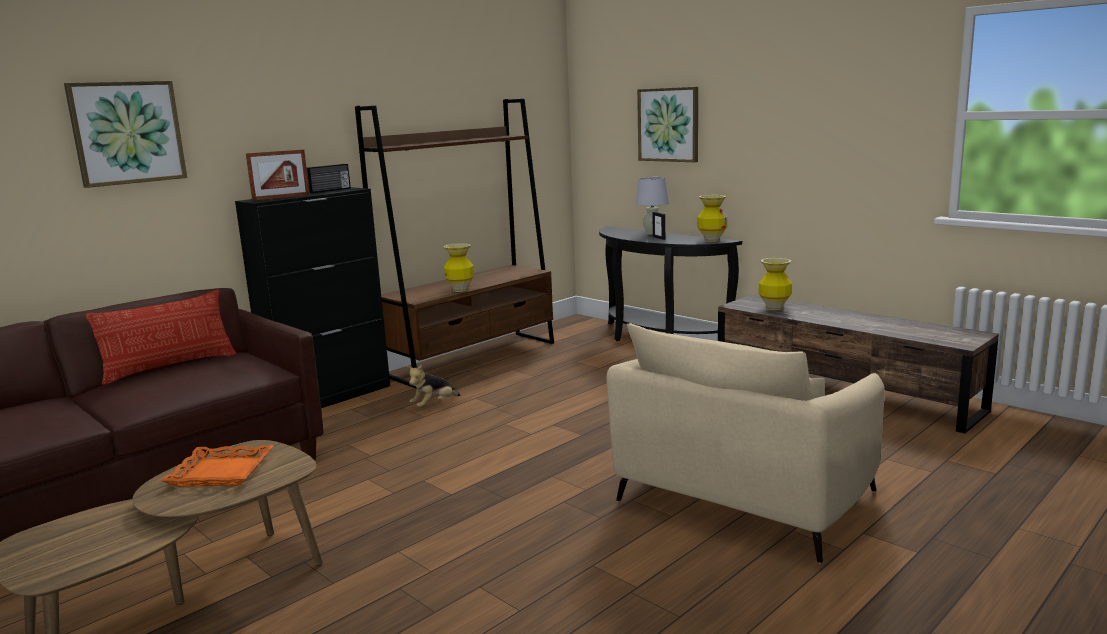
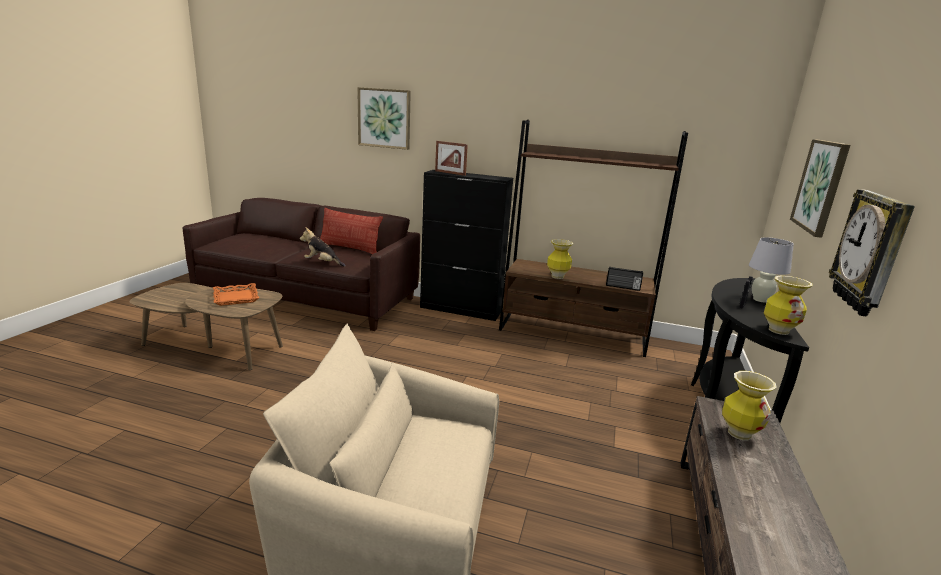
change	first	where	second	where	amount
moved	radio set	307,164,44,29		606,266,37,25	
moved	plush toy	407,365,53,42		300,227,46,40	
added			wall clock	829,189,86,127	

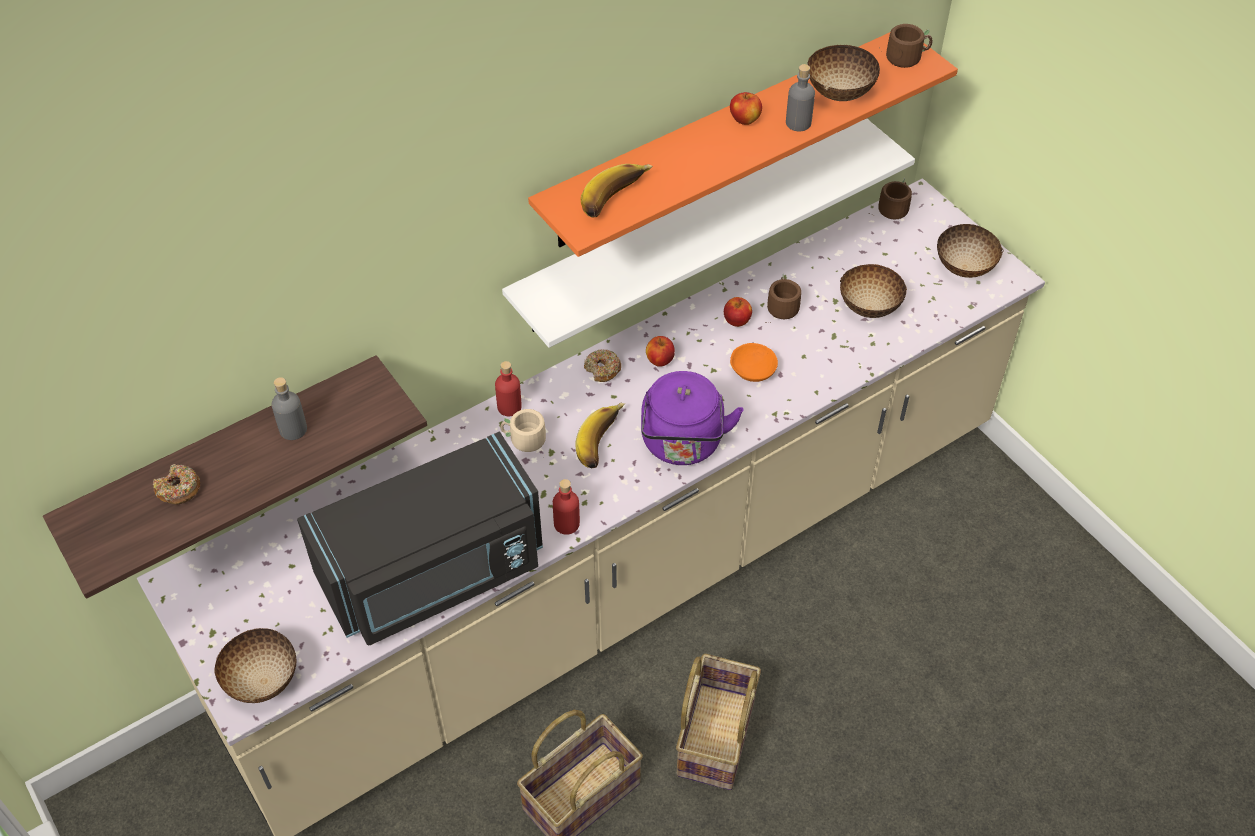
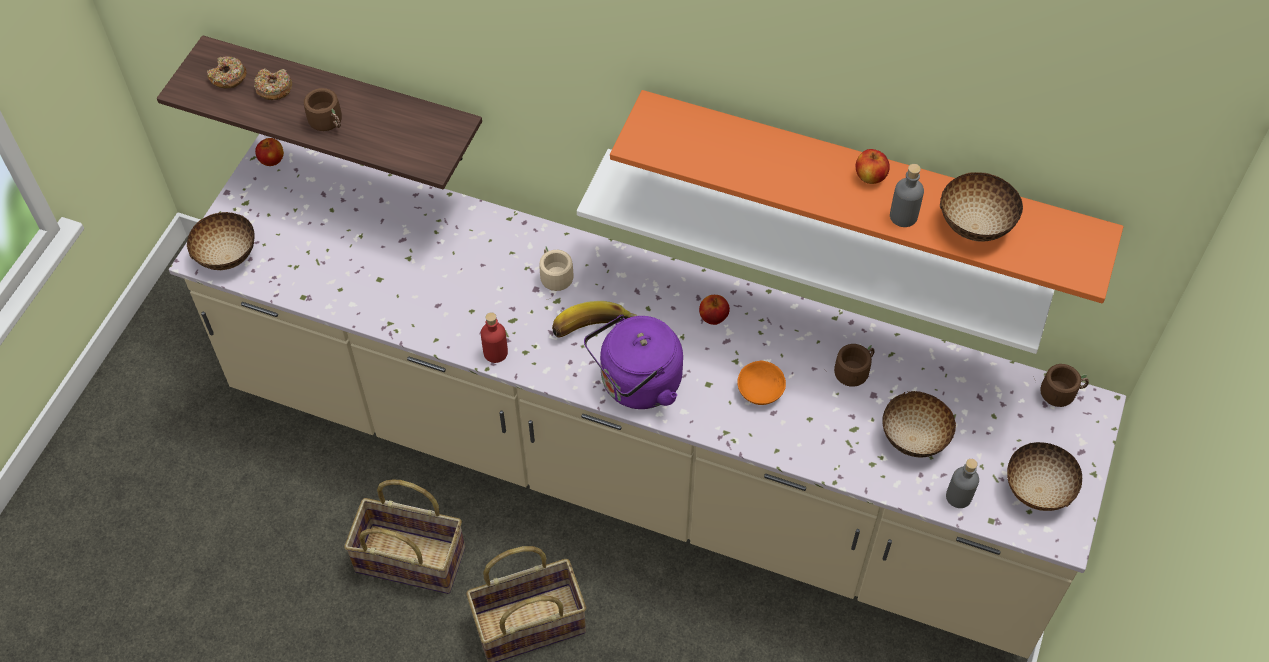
change	first	where	second	where	amount
moved	brownish coffee mug	879,24,53,44		304,88,38,43	
removed	whole banana	581,164,72,54			
moved	apple	724,297,28,30		255,138,29,28	
moved	doughnut	584,350,37,32		207,56,40,33	
removed	red bottle	495,361,27,55			
moved	gray bottle	272,377,35,63		946,459,33,49	
removed	blackish microwave oven	297,432,246,213			

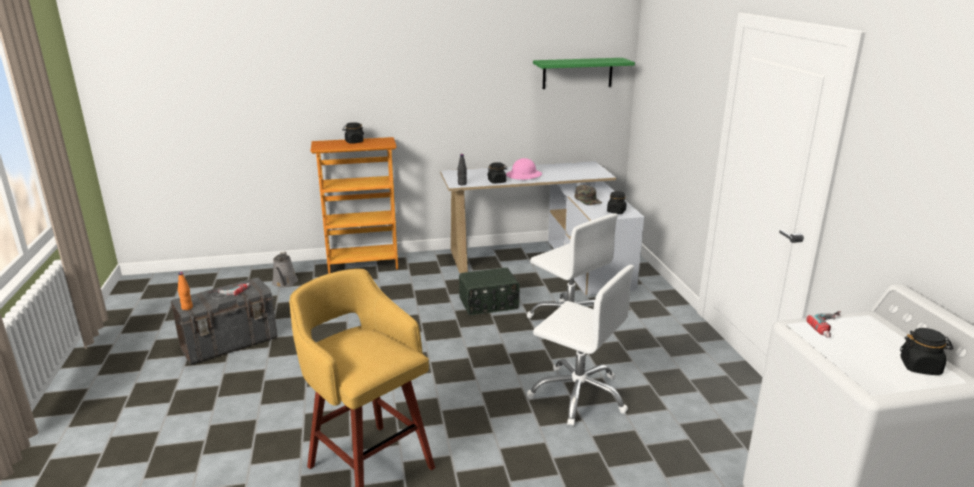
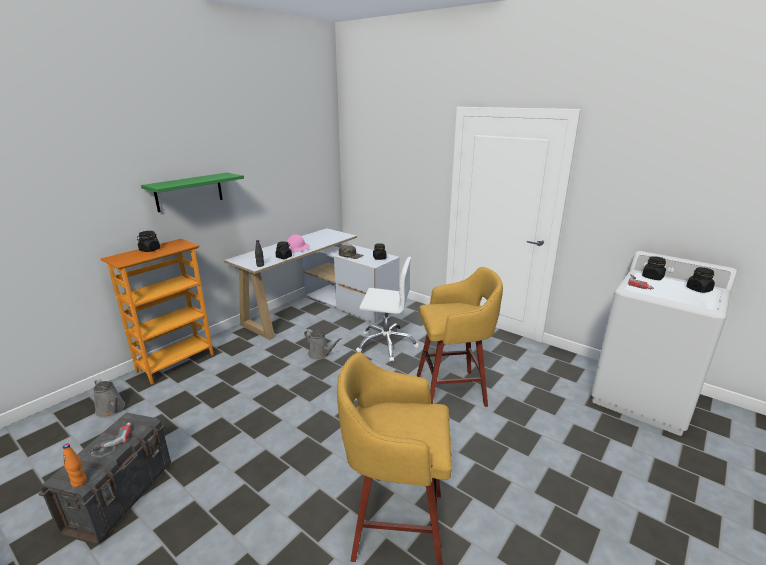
change	first	where	second	where	amount
moved	greenish shelf	533,58,102,31		141,173,103,39	
replaced	white computer chair	527,265,107,162	yellow-coloured stool	417,267,86,140	
replaced	radio set	459,268,61,47	gray watering pot	304,329,38,31	
added			blackish jar	642,256,24,24	

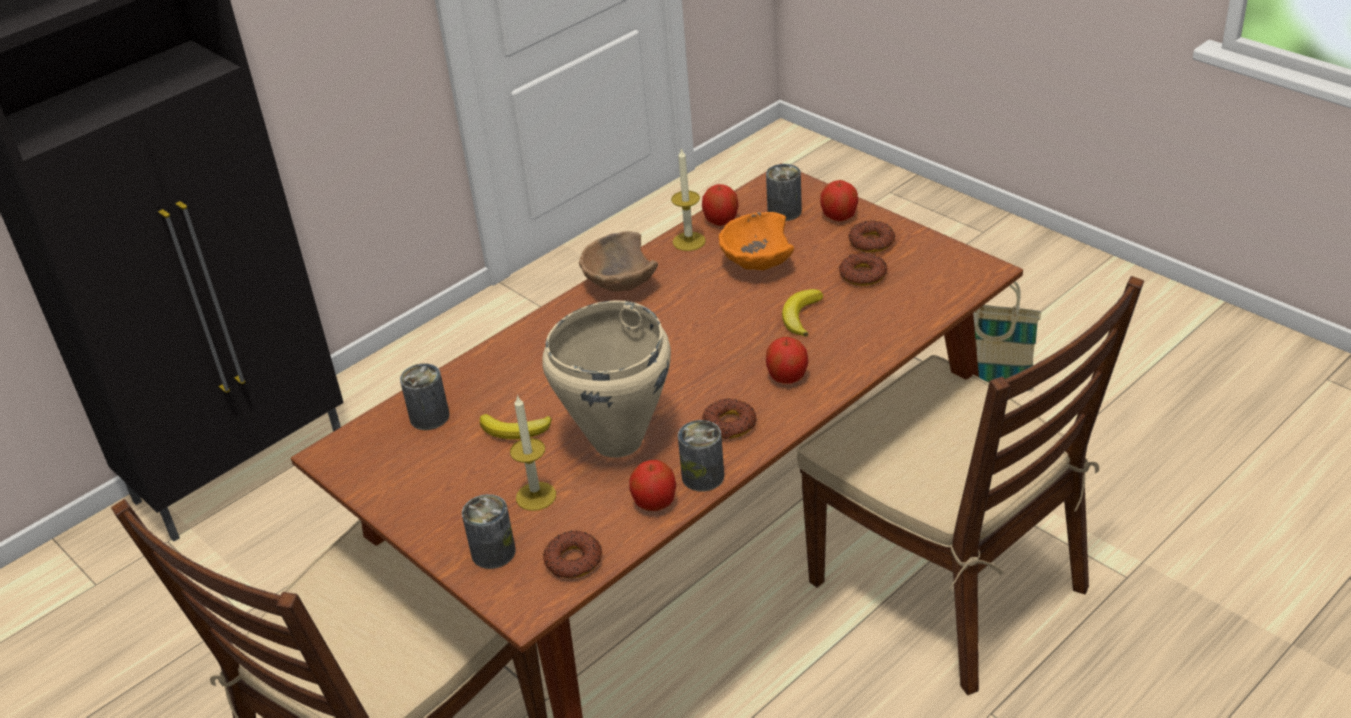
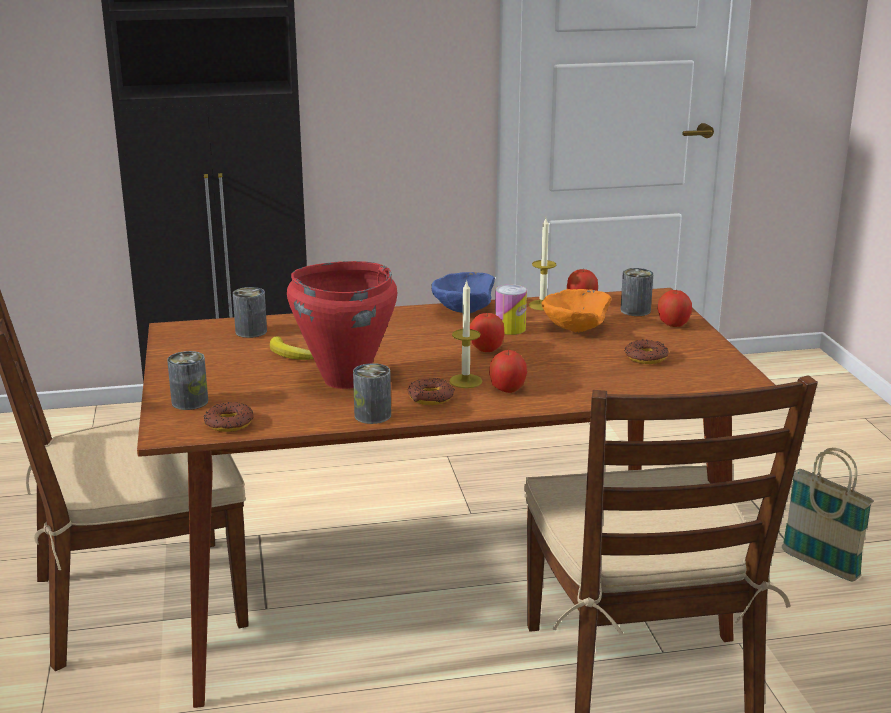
change	first	where	second	where	amount
removed	doughnut	849,221,46,31			
recoloured	brownish deep dish	579,231,79,61	bluish deep dish	431,272,64,41	
removed	whole banana	782,289,41,47			
recoloured	beige-coloured stockpot	542,300,129,158	red stockpot	287,261,110,128	
moved	candle	510,395,46,116		449,280,33,108	
moved	apple	629,460,47,51		470,312,34,40	
added			can	495,284,32,51	

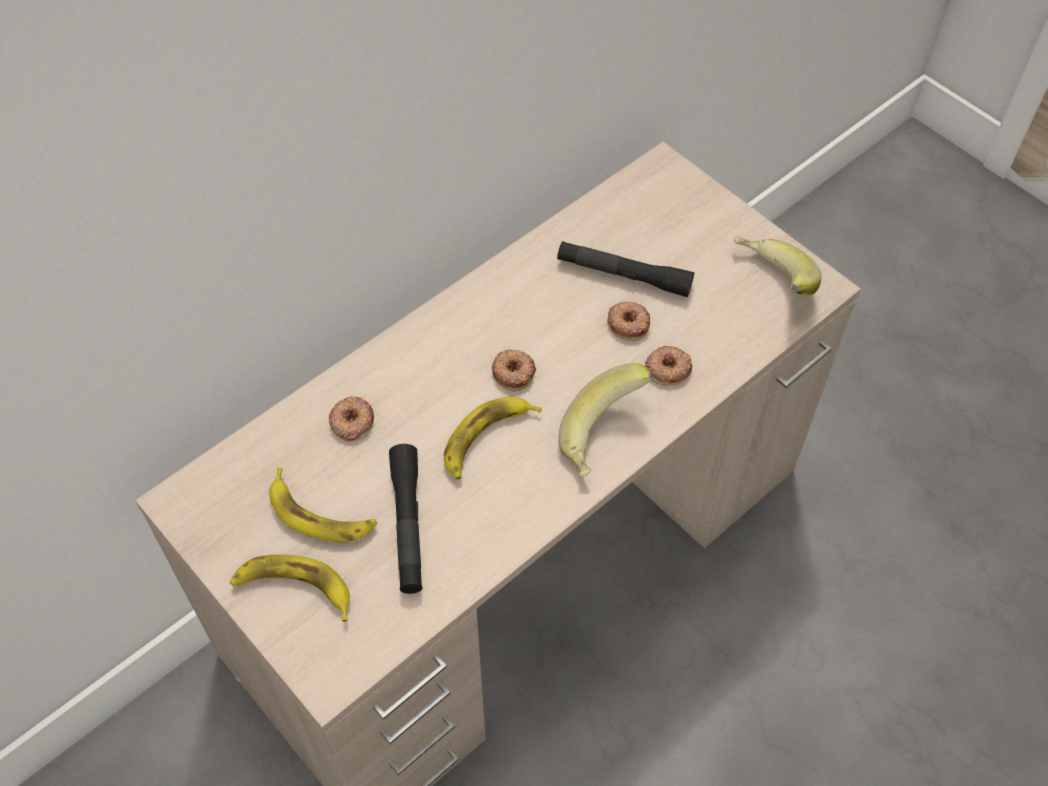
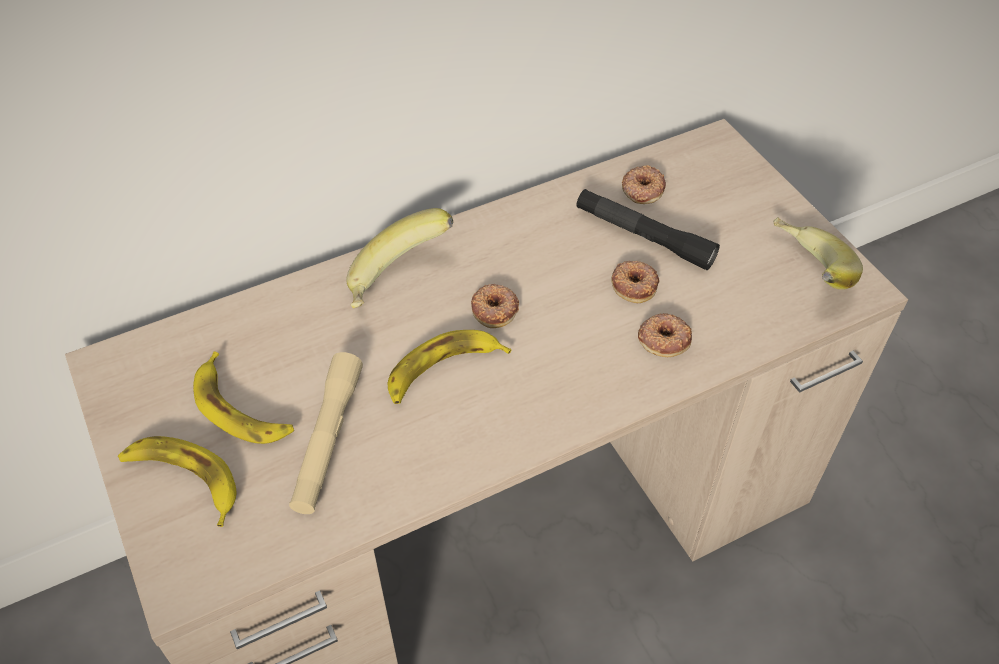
change	first	where	second	where	amount
moved	whole banana	558,363,95,114		346,208,107,101	
moved	doughnut	329,396,45,46		622,165,44,39	
recoloured	blackish hand torch	389,444,33,150	beige-coloured hand torch	289,352,74,162	

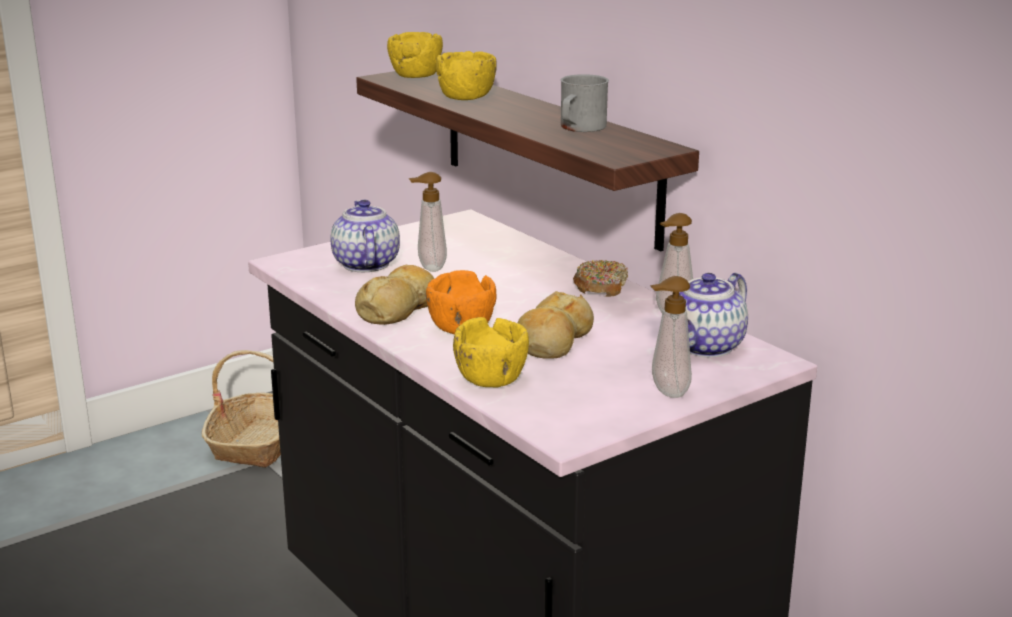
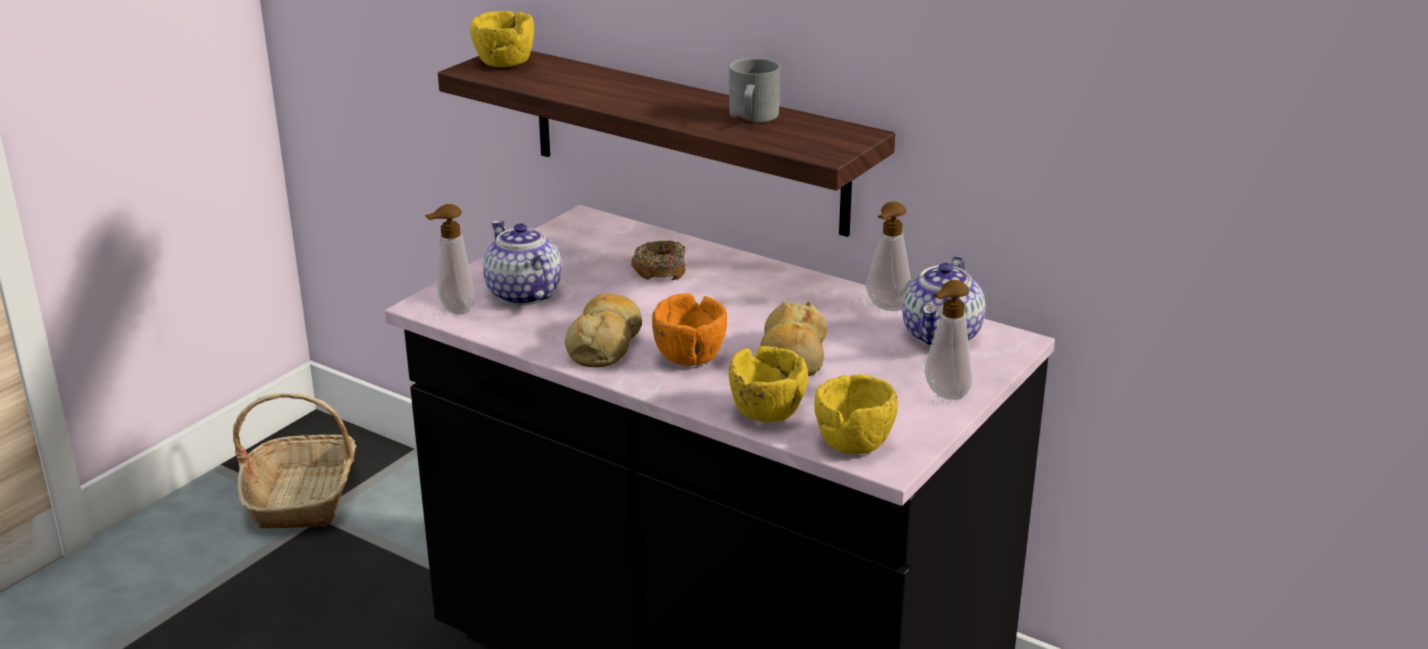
change	first	where	second	where	amount
moved	yellow-coloured deep dish	436,51,61,49		814,374,84,80	
moved	liquid soap bottle	409,172,38,100		425,204,49,111	
moved	doughnut	573,260,55,37		631,240,55,40	

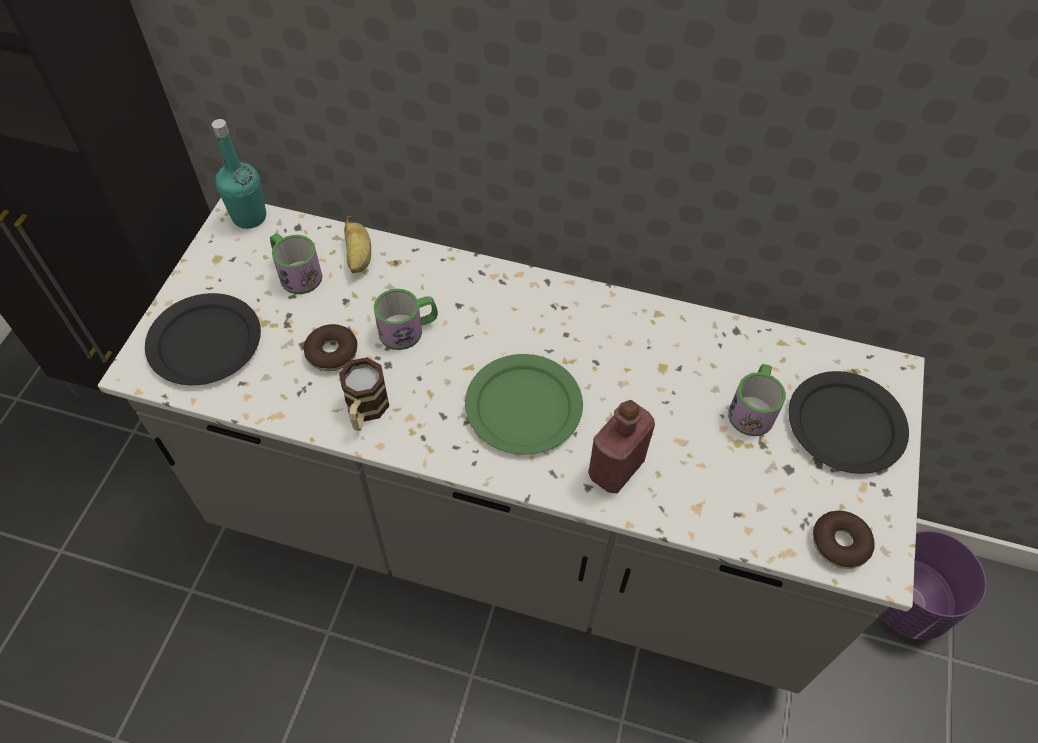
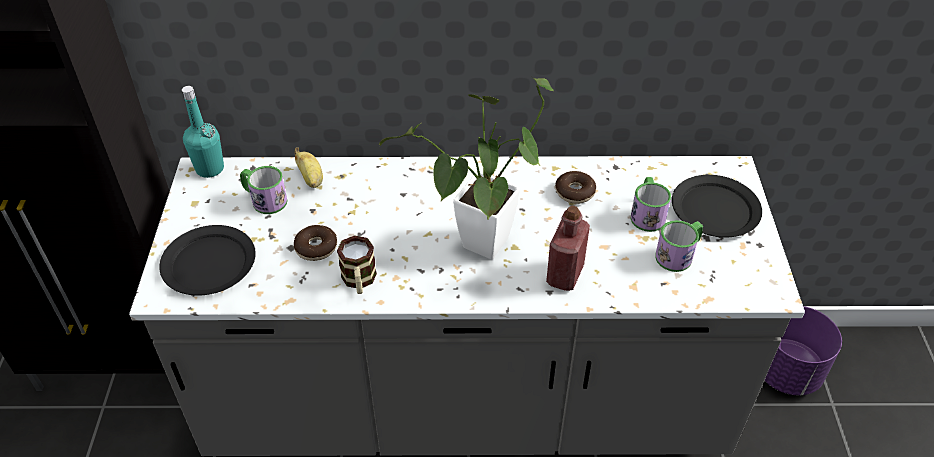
change	first	where	second	where	amount
moved	coffee mug	374,289,64,61		655,220,48,52	
replaced	greenish dinner plate	465,354,118,100	potted plant	379,77,174,182	
moved	doughnut	813,511,62,58		555,171,41,33	

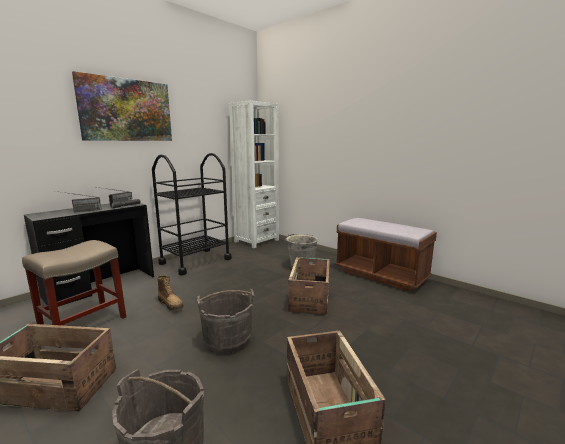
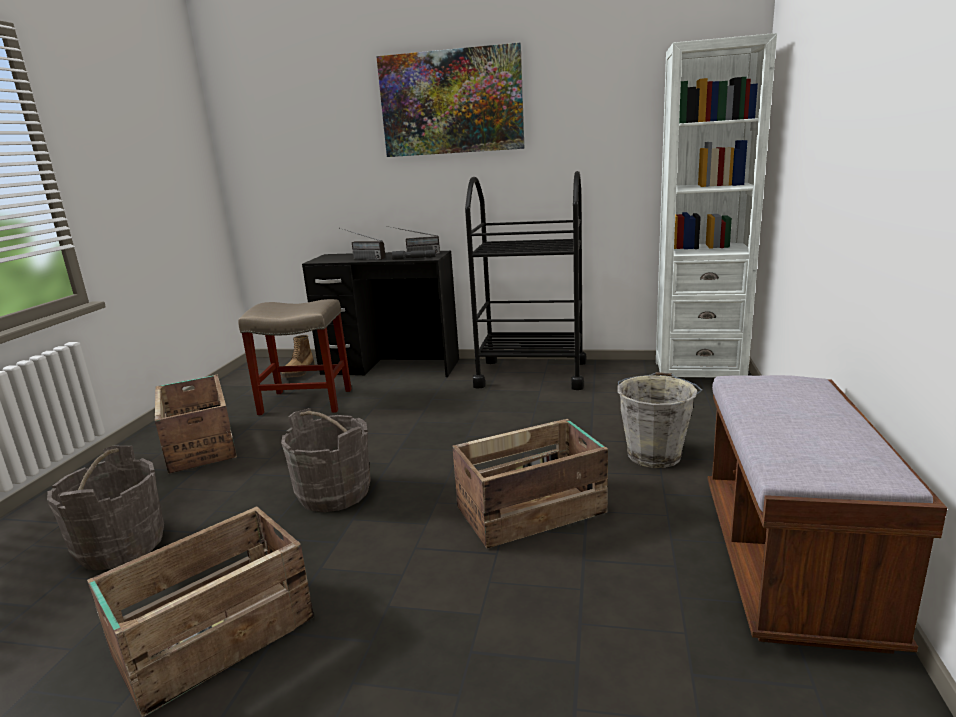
change	first	where	second	where	amount
moved	boot	157,275,27,36		281,335,34,43	

